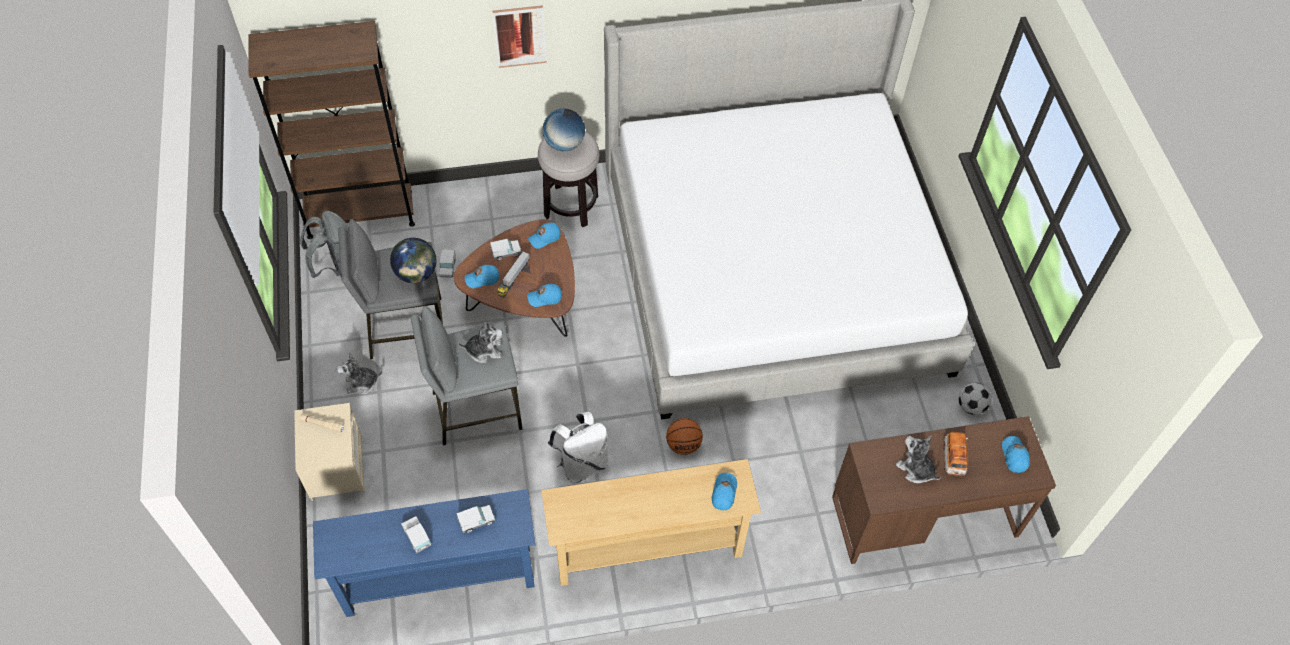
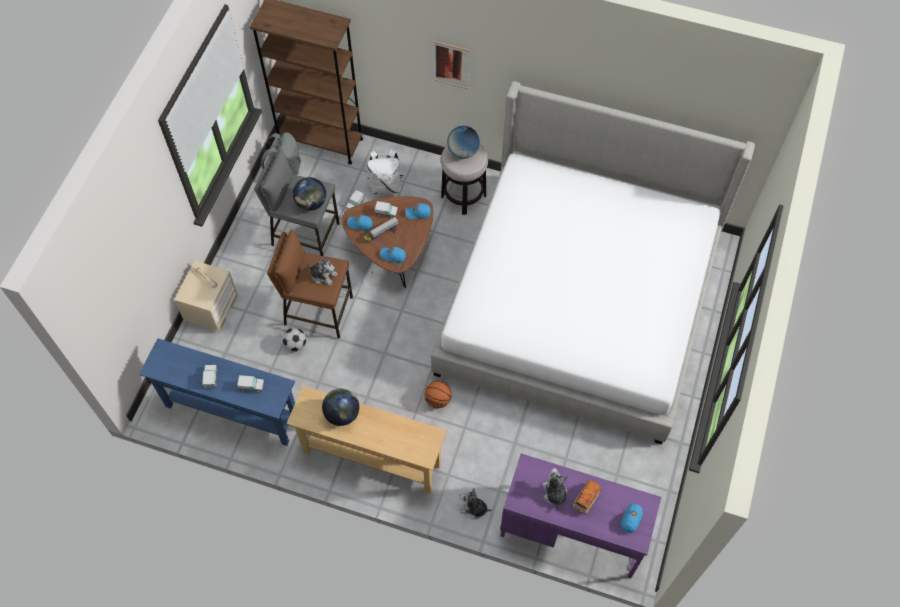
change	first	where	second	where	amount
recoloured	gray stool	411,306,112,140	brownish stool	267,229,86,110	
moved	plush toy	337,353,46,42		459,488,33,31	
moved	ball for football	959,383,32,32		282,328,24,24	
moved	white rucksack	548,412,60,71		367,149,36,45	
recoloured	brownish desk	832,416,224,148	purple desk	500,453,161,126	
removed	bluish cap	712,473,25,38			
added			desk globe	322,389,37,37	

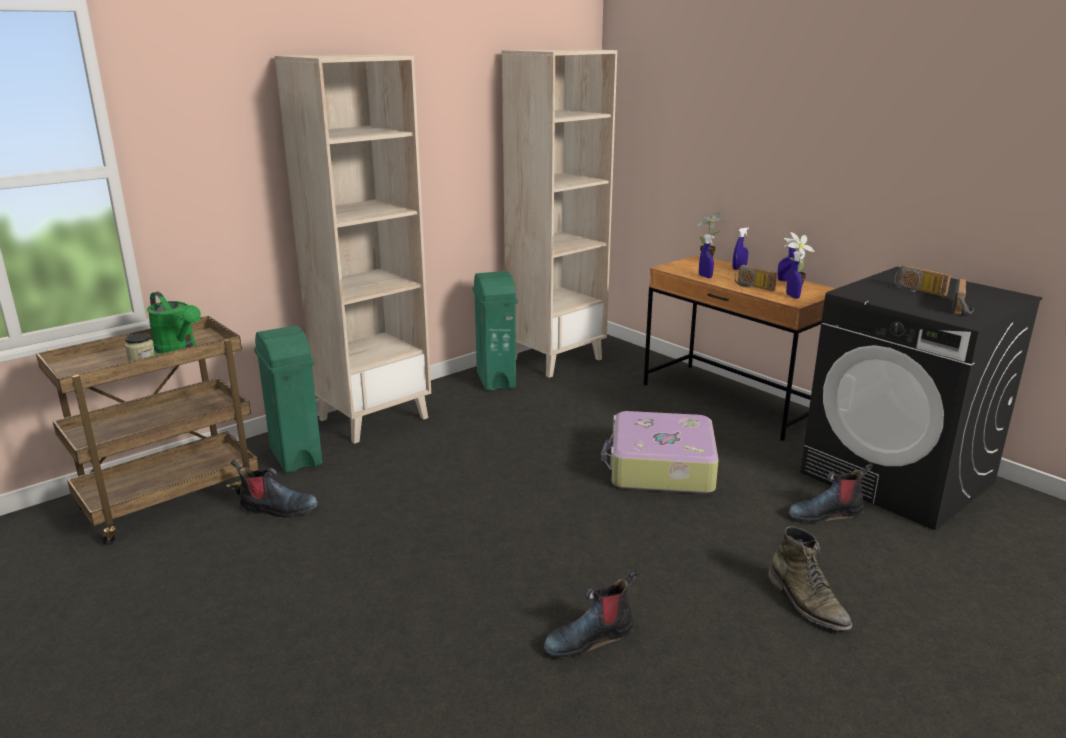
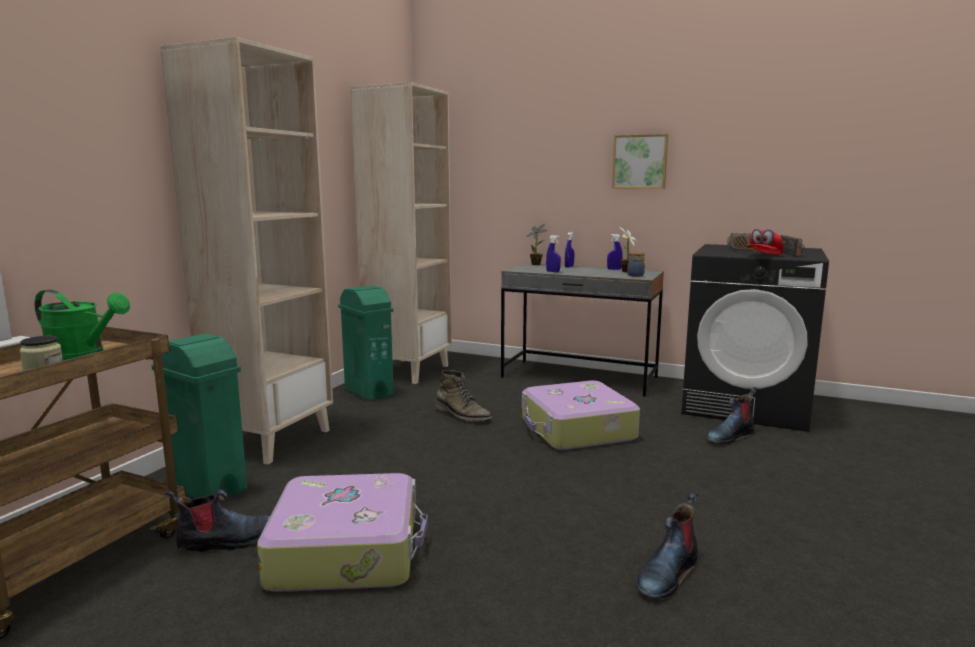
change	first	where	second	where	amount
replaced	bluish sprayer	786,251,18,47	jar	627,252,18,25	
recoloured	brownish desk	644,255,192,186	gray desk	501,263,163,134	
removed	radio set	735,265,42,26			
moved	greenish boot	768,526,84,105		435,370,57,51	
added			wall picture	612,134,56,55	
added			red cap	746,229,39,25	
added			travel case	257,473,171,119	

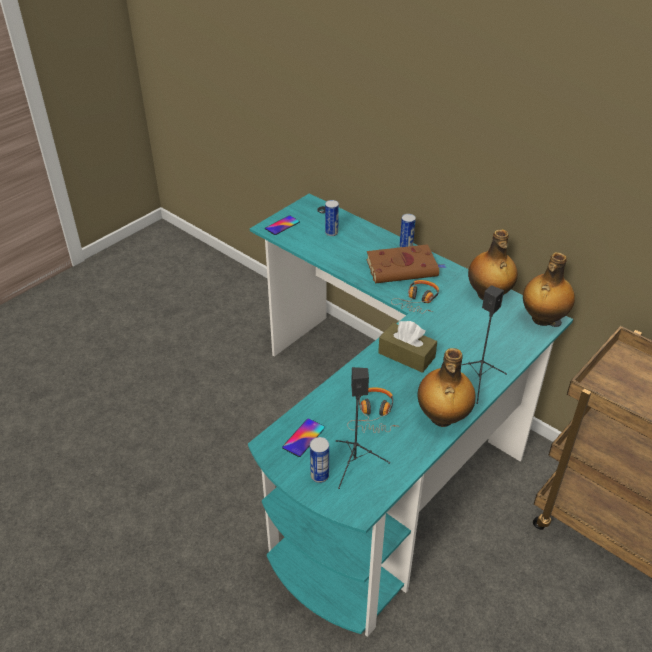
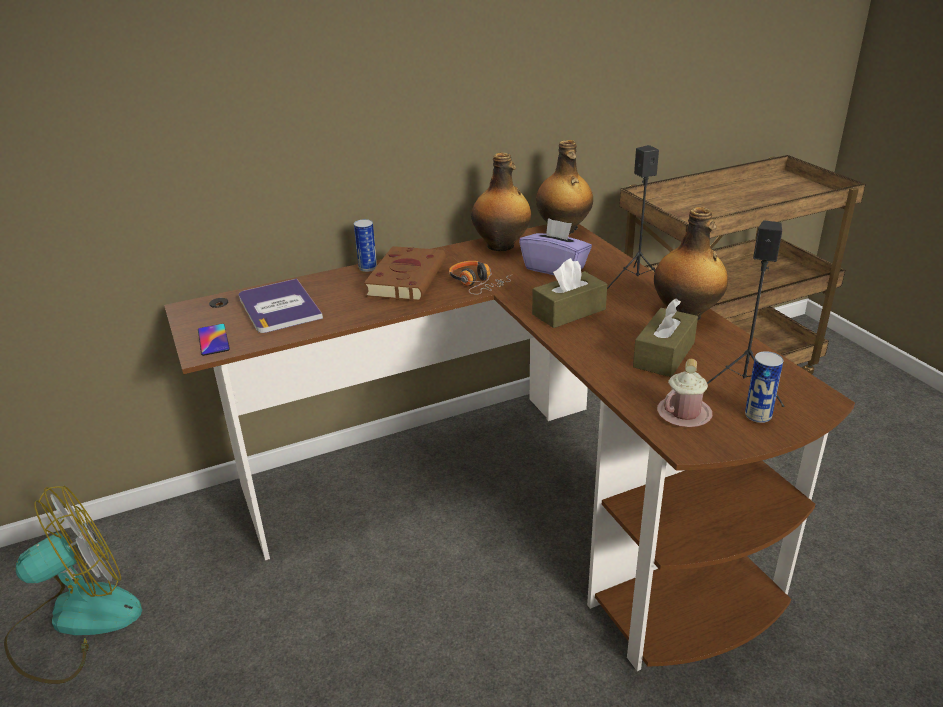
change	first	where	second	where	amount
recoloured	turquoise-coloured desk	248,193,325,444	brownish desk	164,224,691,447	
replaced	can	325,200,14,36	bound book	239,279,84,54	
replaced	headphones	347,387,50,46	brownish box of tissues	633,298,65,79	
replaced	handset	282,418,43,39	pink coffee mug	657,359,56,68	
added			purple box of tissues	519,218,73,58	
added			electric fan	4,486,138,198	

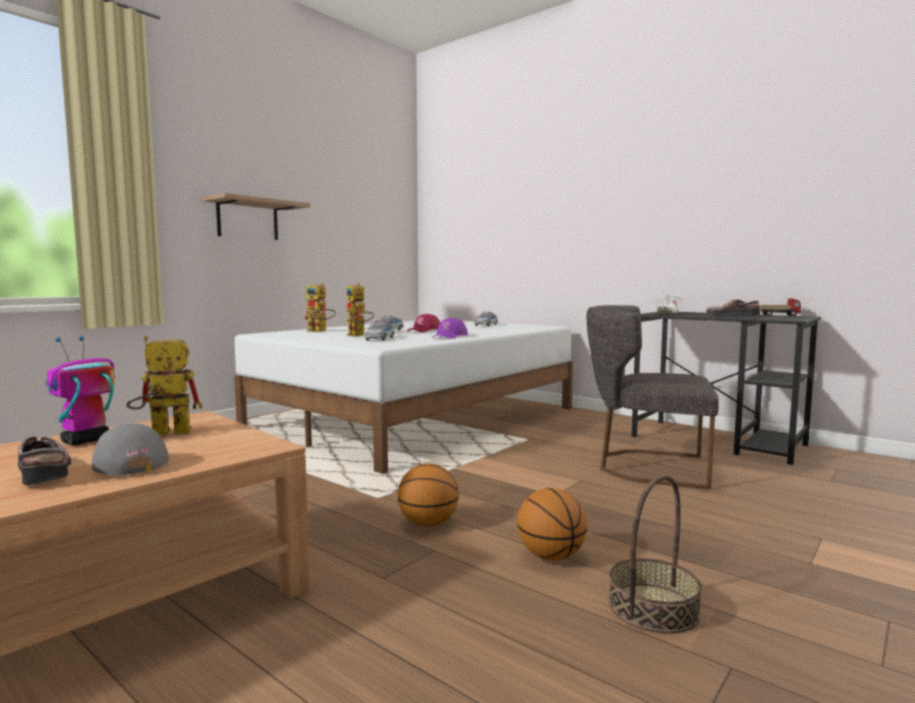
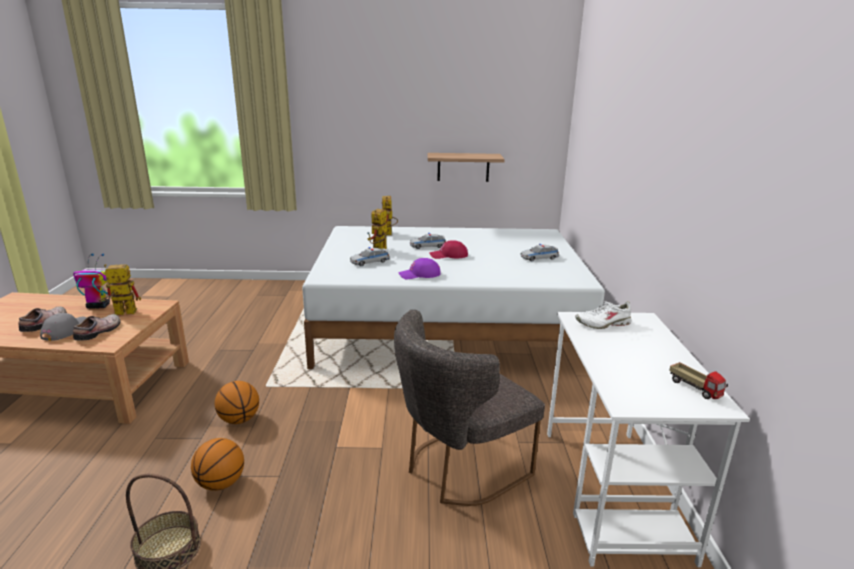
change	first	where	second	where	amount
moved	shelf	203,193,107,47		428,153,77,29	
moved	shoe	706,299,54,18		73,314,47,26	
turned	gray plain chair	587,305,132,184		394,310,151,196	105 degrees counterclockwise
recoloured	blackish desk	632,312,189,153	white desk	547,312,203,255	
turned	robot figure	126,336,77,99		99,264,42,51	45 degrees counterclockwise

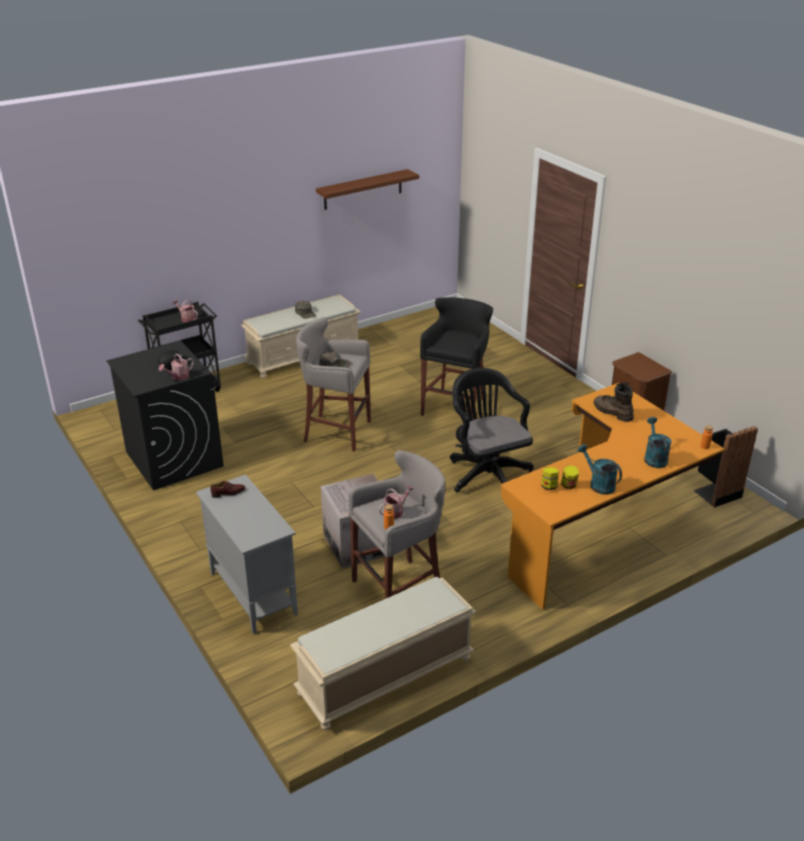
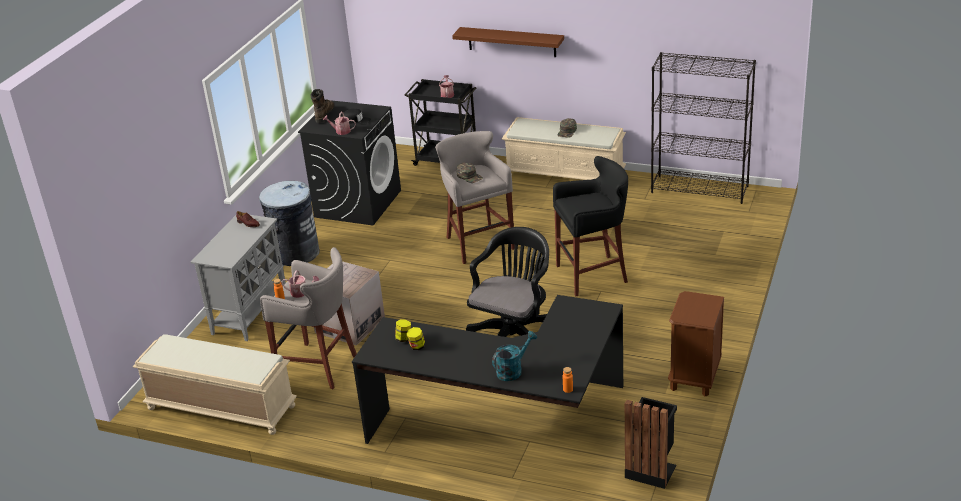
change	first	where	second	where	amount
moved	brownish shelf	316,169,103,41		452,27,112,30	
recoloured	orangey desk	501,383,224,227	blackish desk	352,295,271,149	
moved	brownish boot	594,383,40,39		310,89,25,34	
removed	turquoise-coloured watering pot	578,444,44,51			
added			blackish shelving unit	651,52,105,152	
added			gray rubbish bin	259,181,61,85	

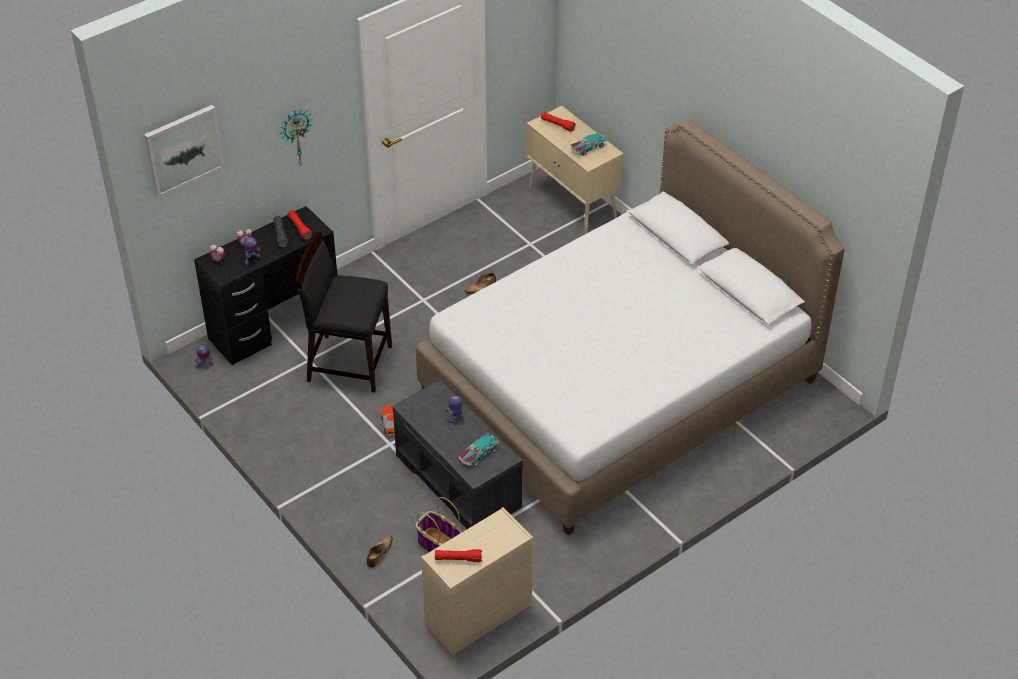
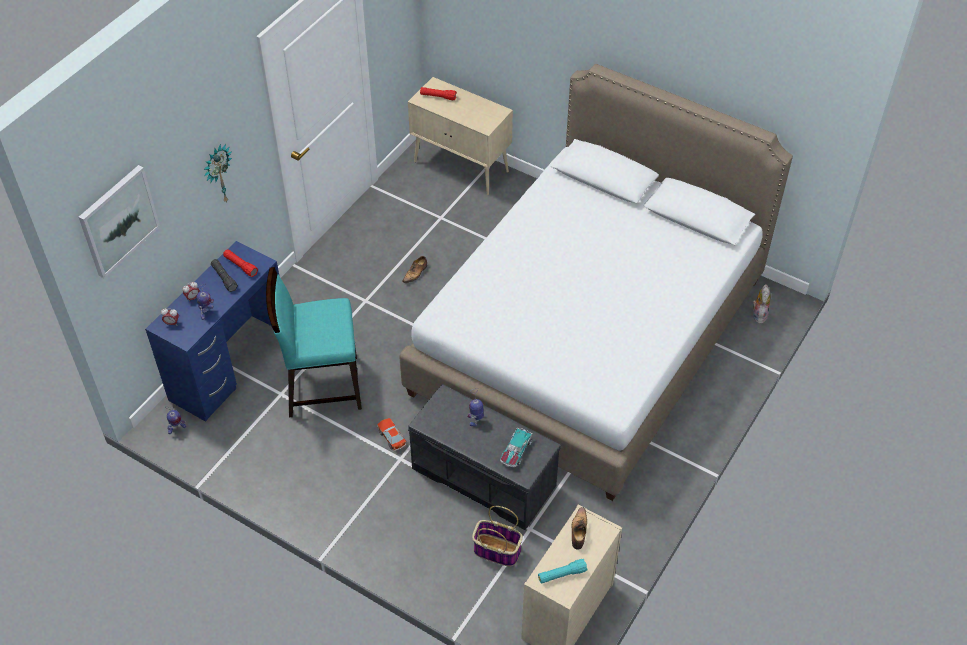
change	first	where	second	where	amount
removed	toy car	571,132,36,24			
recoloured	blackish desk	194,206,143,159	bluish desk	145,241,134,181	
recoloured	blackish plain chair	295,232,97,161	turquoise-coloured plain chair	266,267,96,150	
moved	shoe	367,535,26,33		571,507,16,43	
recoloured	red hand torch	435,549,47,13	turquoise-coloured hand torch	538,559,50,24	
added			plush toy	752,284,19,40	

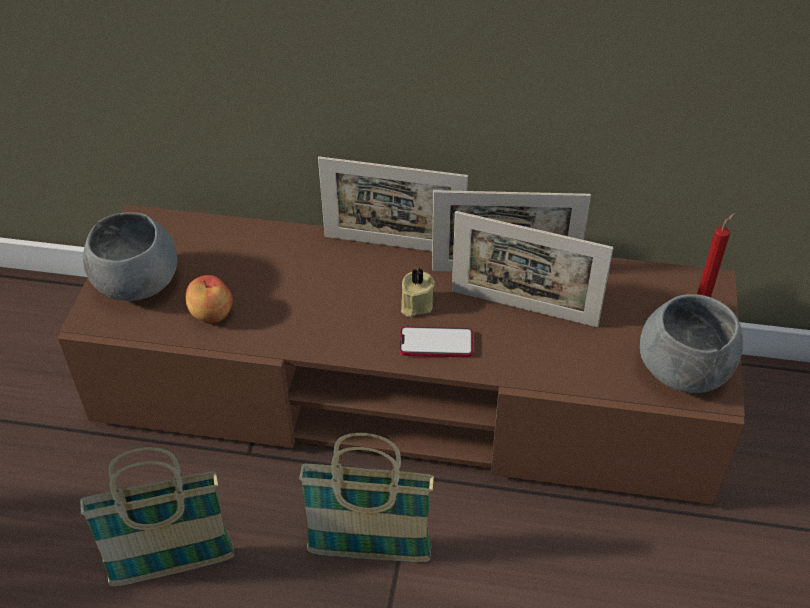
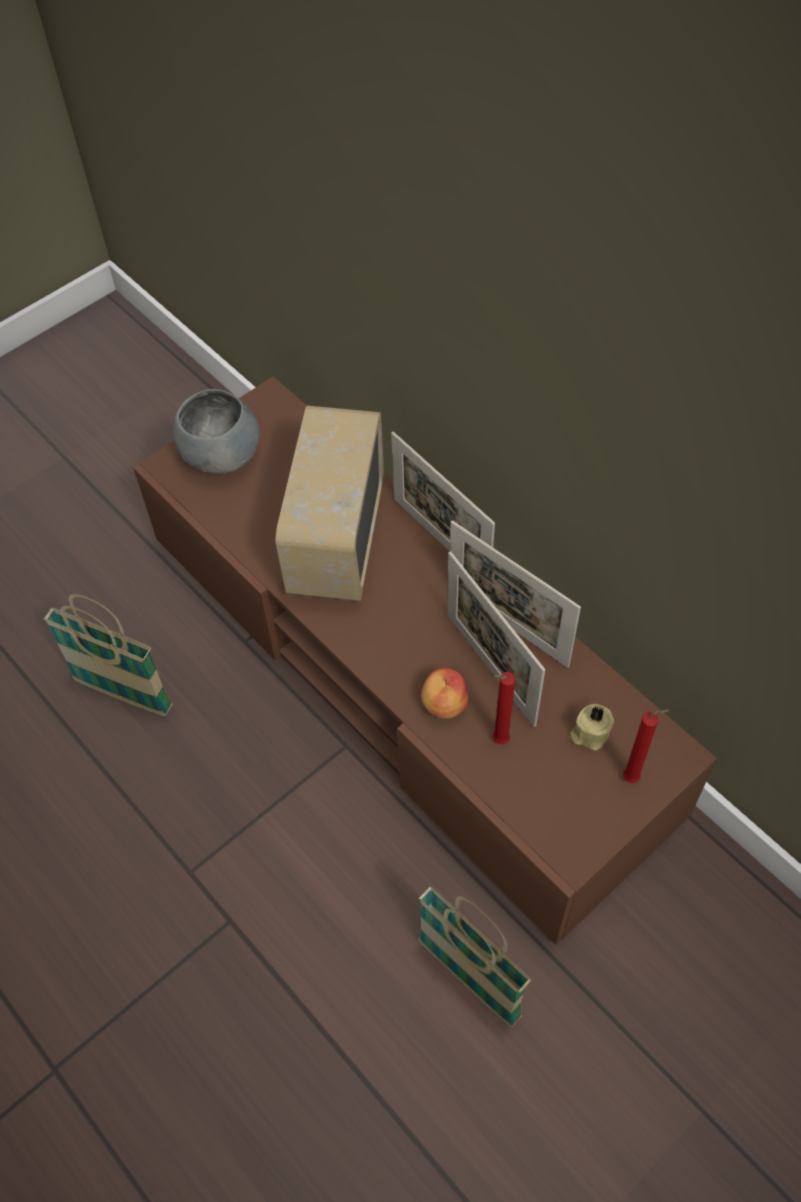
change	first	where	second	where	amount
moved	beige-coloured candle	401,268,34,49		570,704,44,47	
moved	apple	185,275,48,49		421,668,47,51	
removed	gray deep dish	640,294,103,99			
removed	handset	399,326,74,32			
moved	storage basket	299,433,135,129		418,886,114,141	
added			radio set	276,406,108,195	
added			red candle	493,672,22,72	

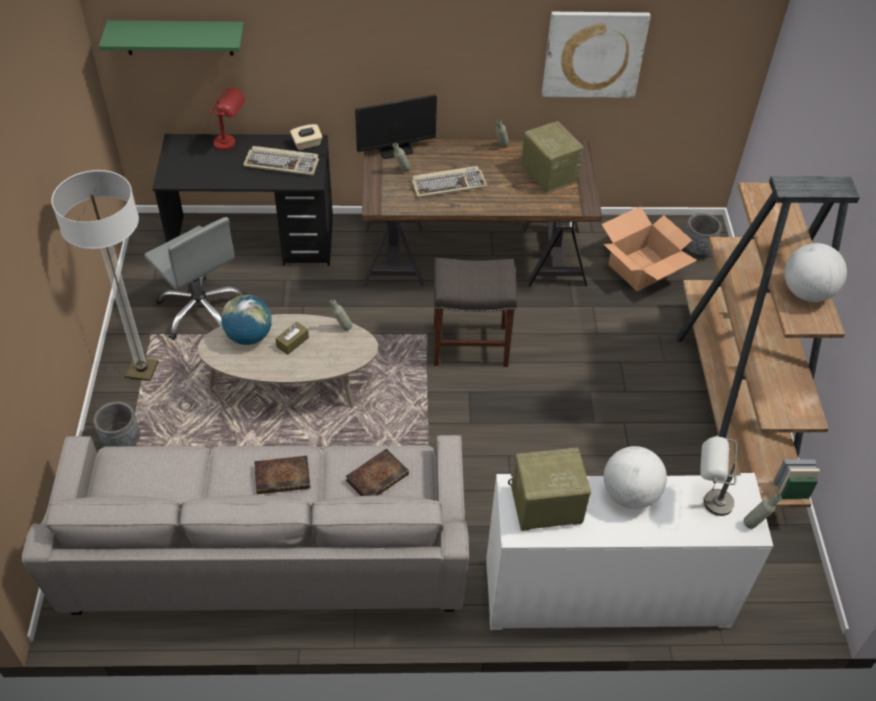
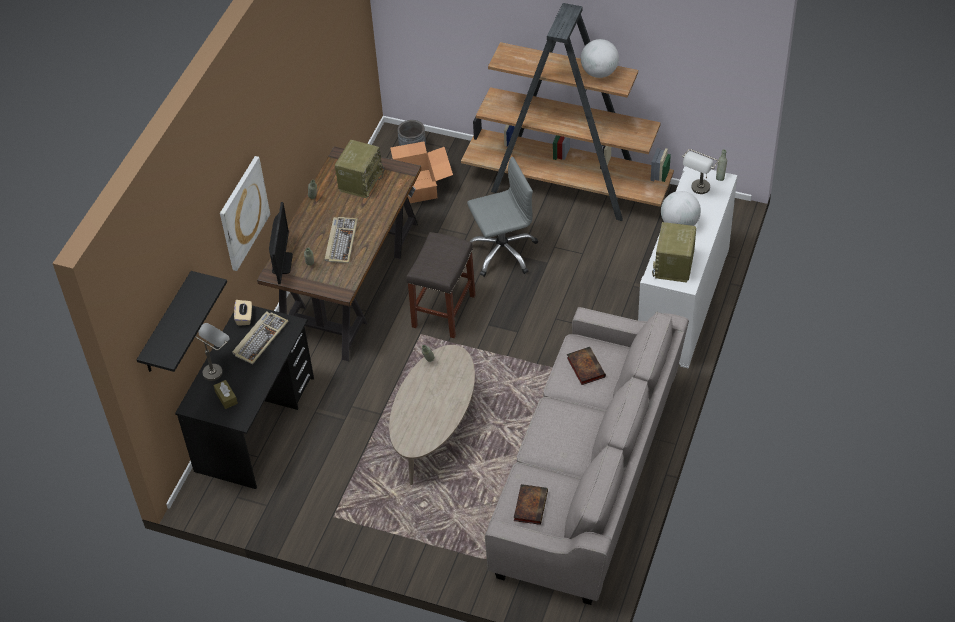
change	first	where	second	where	amount
moved	wall picture	542,12,109,86		220,156,50,115	
recoloured	greenish shelf	99,20,145,36	blackish shelf	137,271,90,101	
recoloured	red tabletop lamp	209,88,37,63	gray tabletop lamp	195,323,35,58	
turned	radio set	521,121,63,73		335,140,49,58	120 degrees clockwise
removed	standing lamp	51,170,108,211			
moved	gray computer chair	144,217,102,123		467,157,71,120	
removed	desk globe	221,295,51,50			
moved	brownish box of tissues	275,322,34,33		214,380,24,29	
removed	gray plant pot	93,401,47,46			
moved	bound book	254,456,56,38		514,484,34,41	

